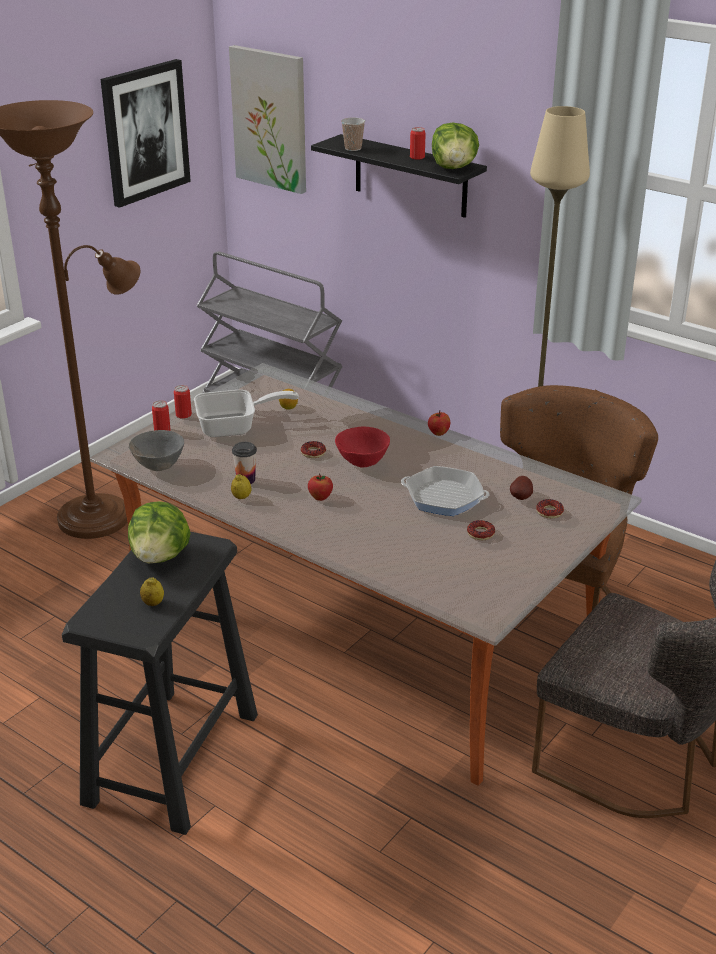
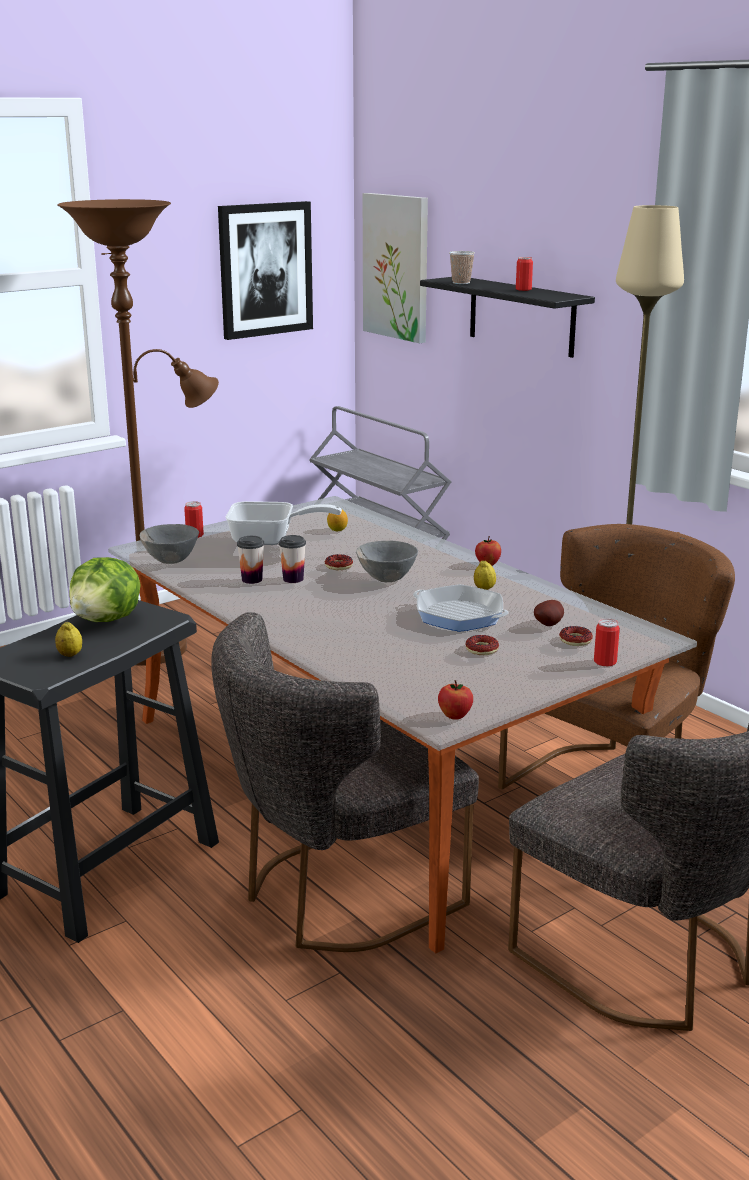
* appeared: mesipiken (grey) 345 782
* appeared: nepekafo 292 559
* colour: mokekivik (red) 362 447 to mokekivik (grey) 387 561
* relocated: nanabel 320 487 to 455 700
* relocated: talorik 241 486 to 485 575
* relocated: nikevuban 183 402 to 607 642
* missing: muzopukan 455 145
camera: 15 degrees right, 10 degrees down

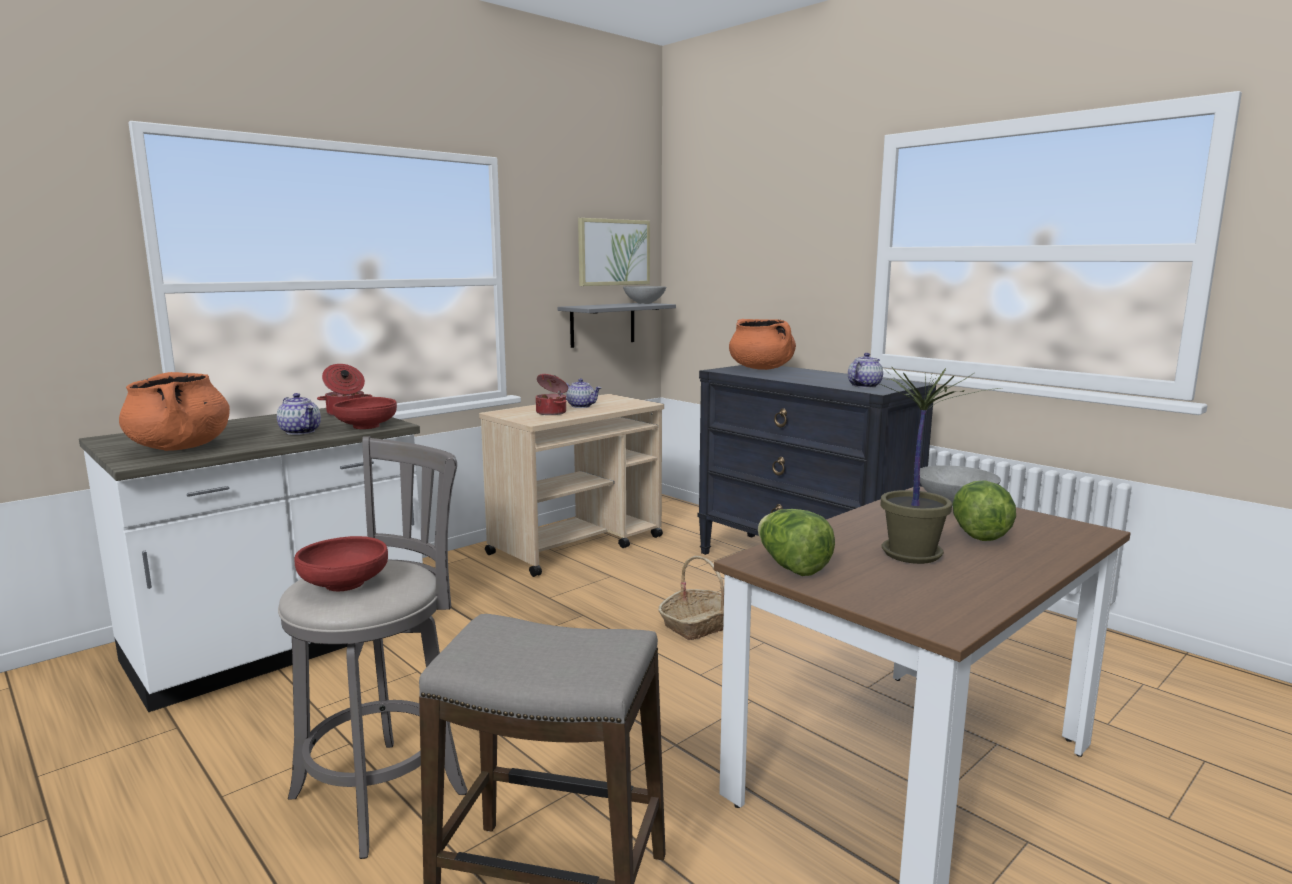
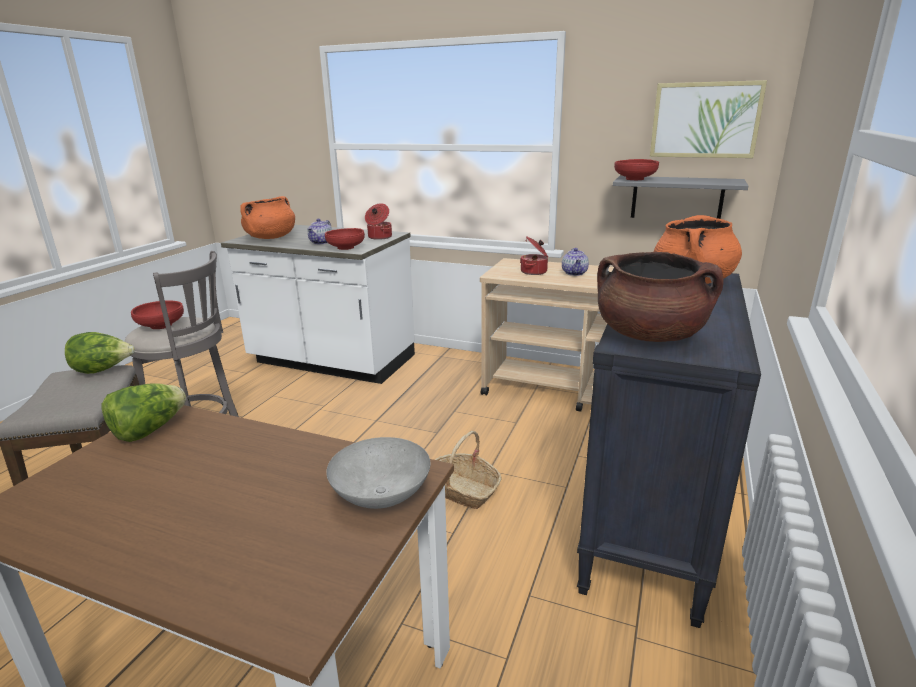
* relocated: muzopukan 984 510 to 100 353
* exchanged: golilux 865 370 to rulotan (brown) 660 297
* appeared: mokekivik (red) 636 169
* missing: mokekivik (grey) 644 295
* missing: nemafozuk 934 465
camera: 65 degrees right, 10 degrees up

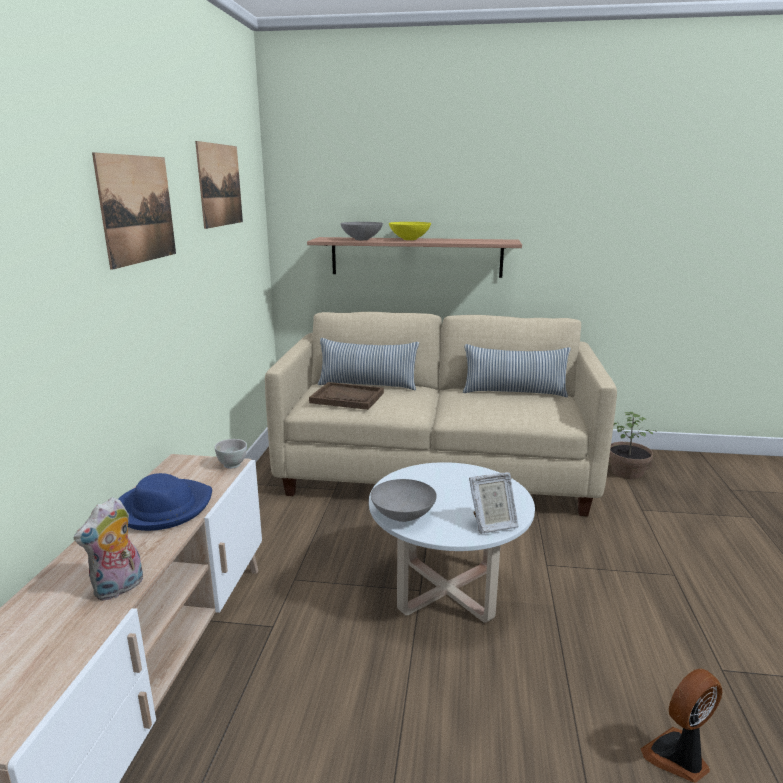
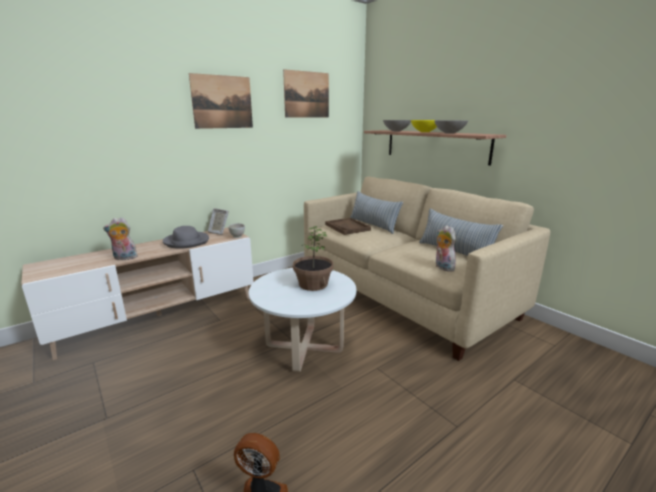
* colour: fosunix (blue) 165 502 to fosunix (grey) 186 237
* relocated: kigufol 493 503 to 218 221
* relocated: nemafozuk 633 445 to 313 258
* relocated: mokekivik (grey) 404 500 to 451 127
* appeared: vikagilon 446 248
camera: 45 degrees right, 0 degrees up

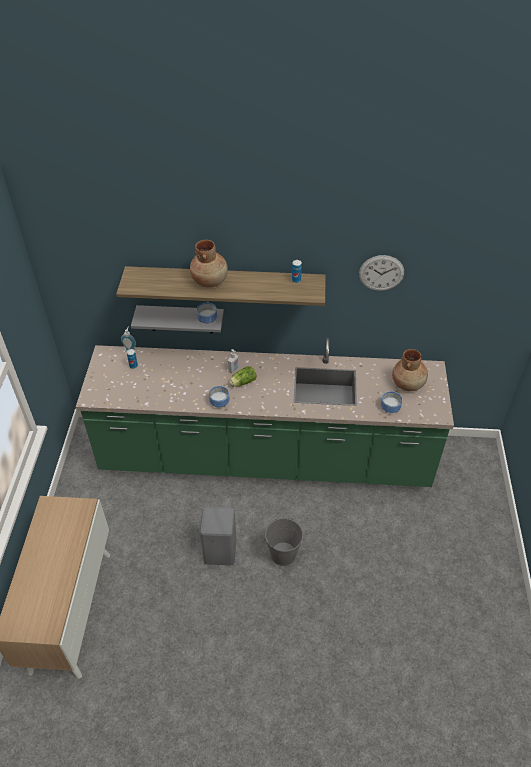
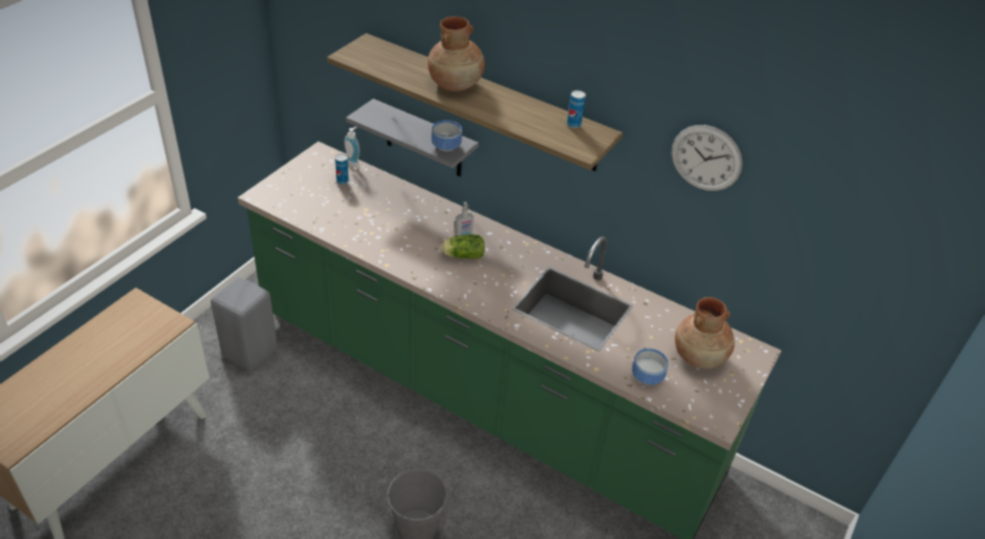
* relocated: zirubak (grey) 218 536 to 244 324
* missing: mokekivik 219 396
camera: 25 degrees right, 5 degrees down

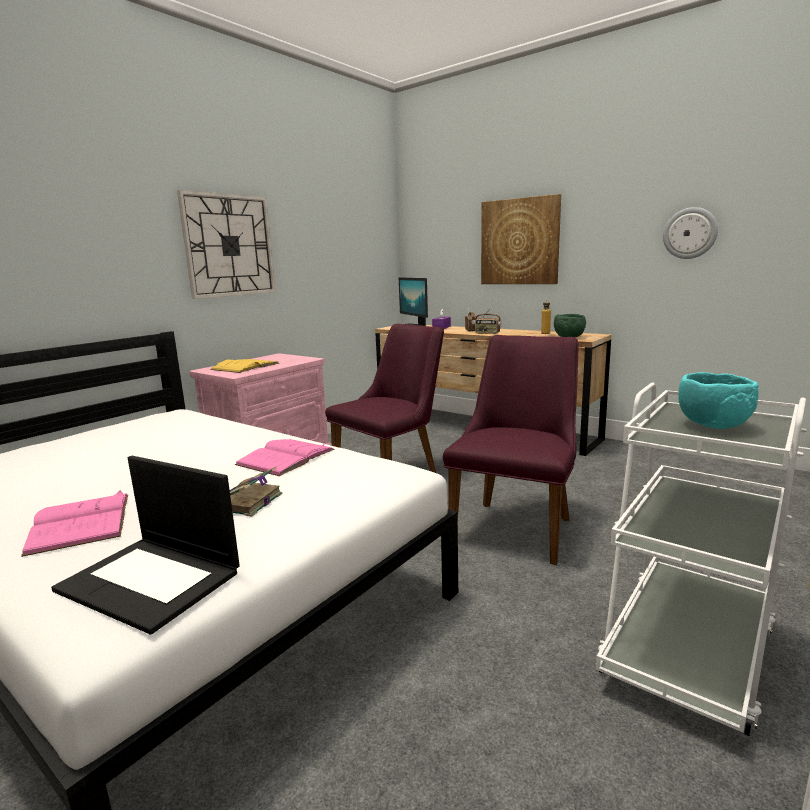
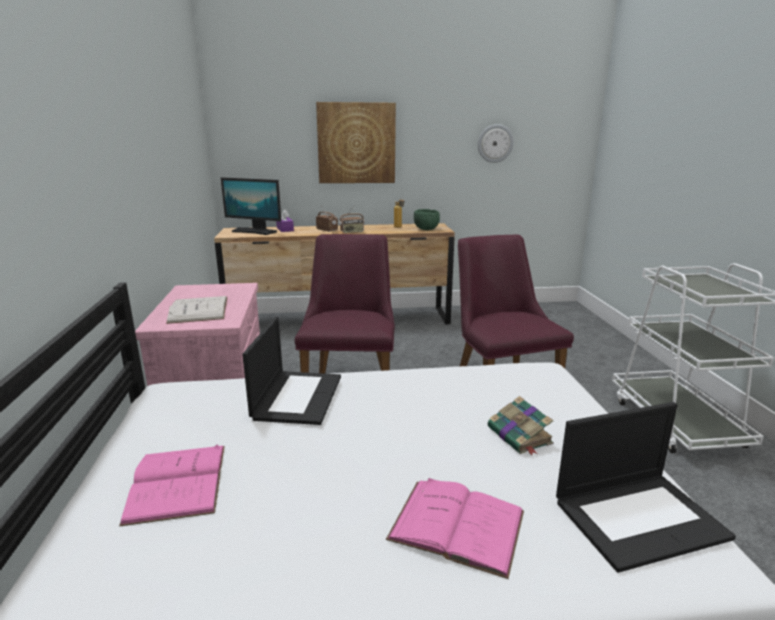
* relocated: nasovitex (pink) 285 457 to 172 485
* colour: nasovitex (yellow) 244 366 to nasovitex (white) 196 310
* appeared: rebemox 291 371
* missing: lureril 226 244
* missing: mokekivik (turquoise) 718 400
camera: 45 degrees left, 5 degrees up

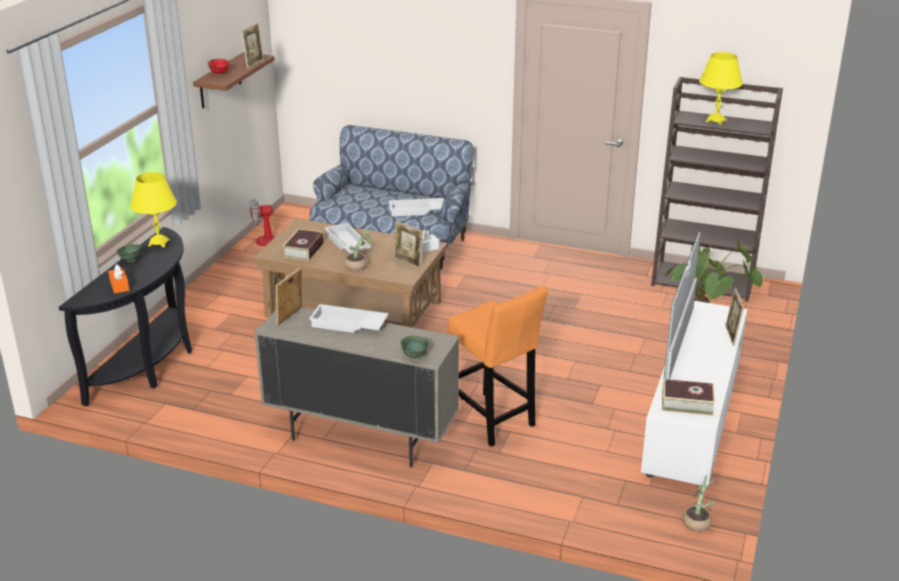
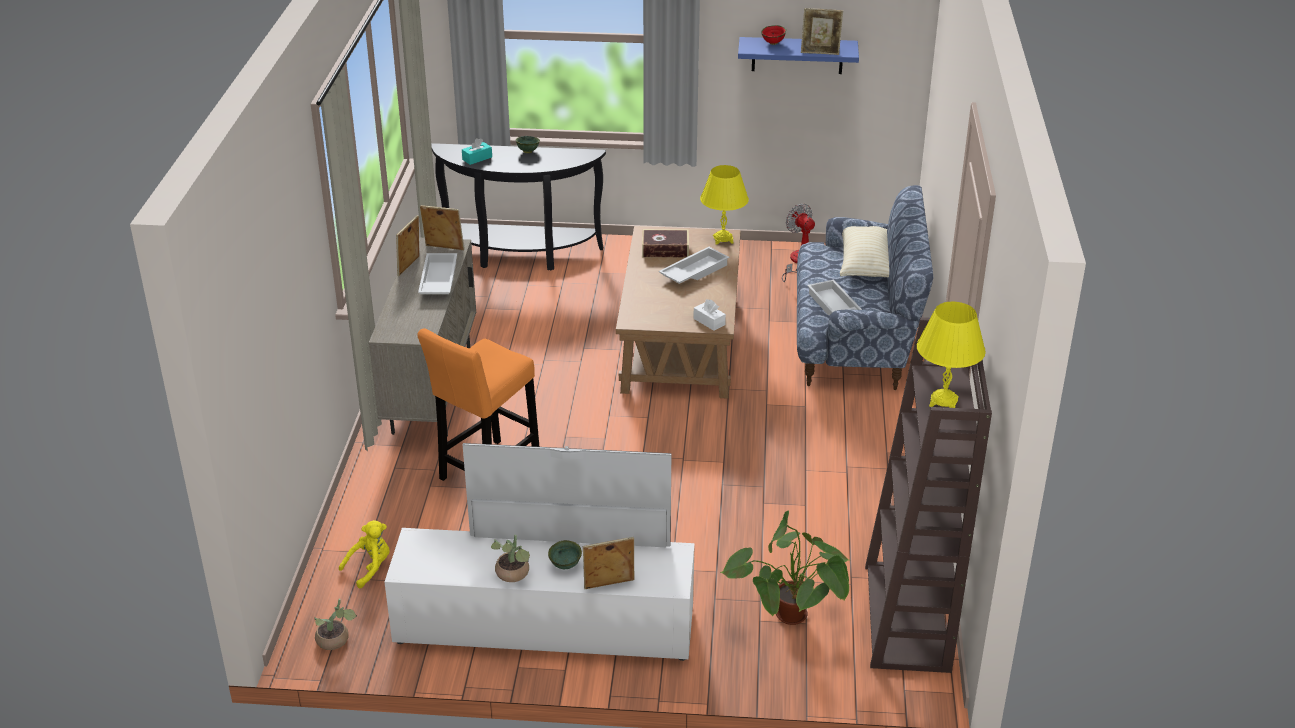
* appeared: vikagilon (yellow) 364 554
* relocated: kigufol 408 244 to 407 245
* colour: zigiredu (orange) 119 279 to zigiredu (turquoise) 477 151
* relocated: nemafozuk 358 249 to 510 558
* relocated: mokekivik (green) 414 347 to 565 554
* relocated: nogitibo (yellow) 153 209 to 724 204
* colour: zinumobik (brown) 234 80 to zinumobik (blue) 798 55
* appeared: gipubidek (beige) 864 252
* missing: nasovitex 688 397
camera: 75 degrees right, 5 degrees up

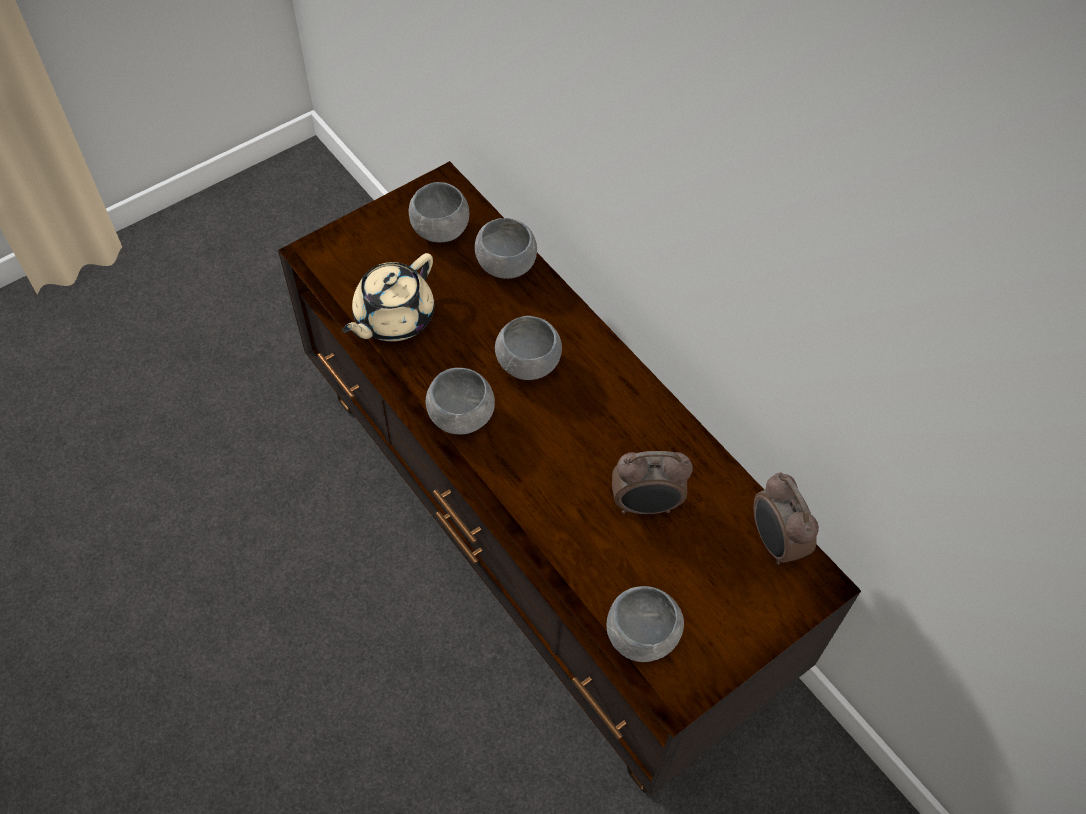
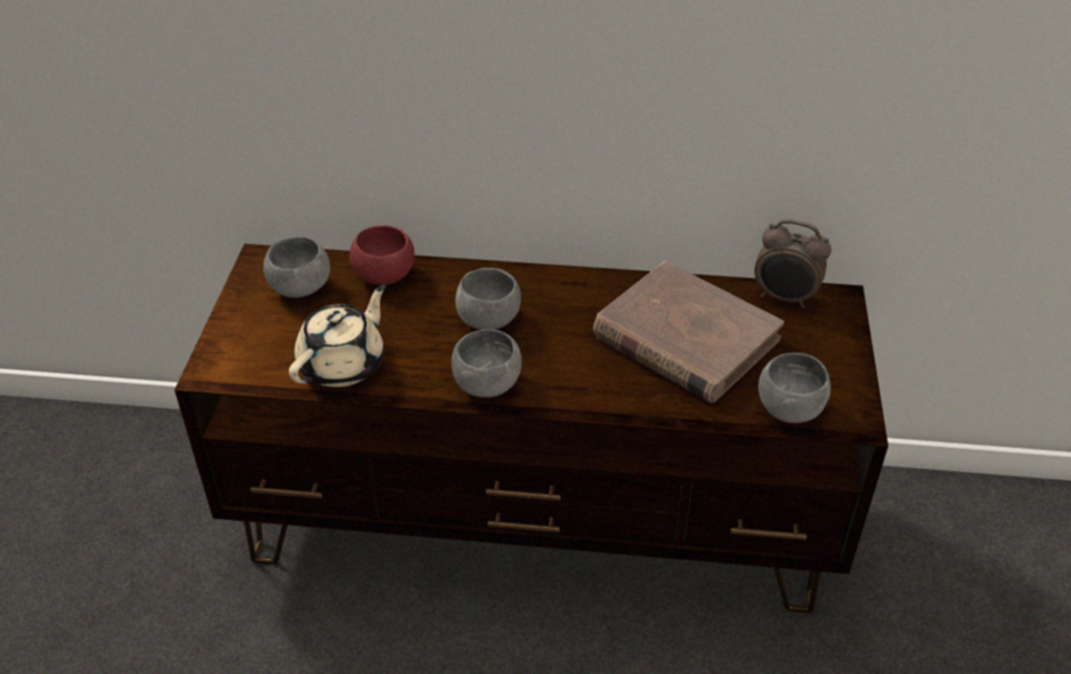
* spun: golilux (beige) 388 297 = 337 336 135 degrees counterclockwise
* colour: mokekivik (grey) 506 248 to mokekivik (red) 382 255
* exchanged: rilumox 652 482 to nasovitex (brown) 688 332
camera: 45 degrees left, 15 degrees down

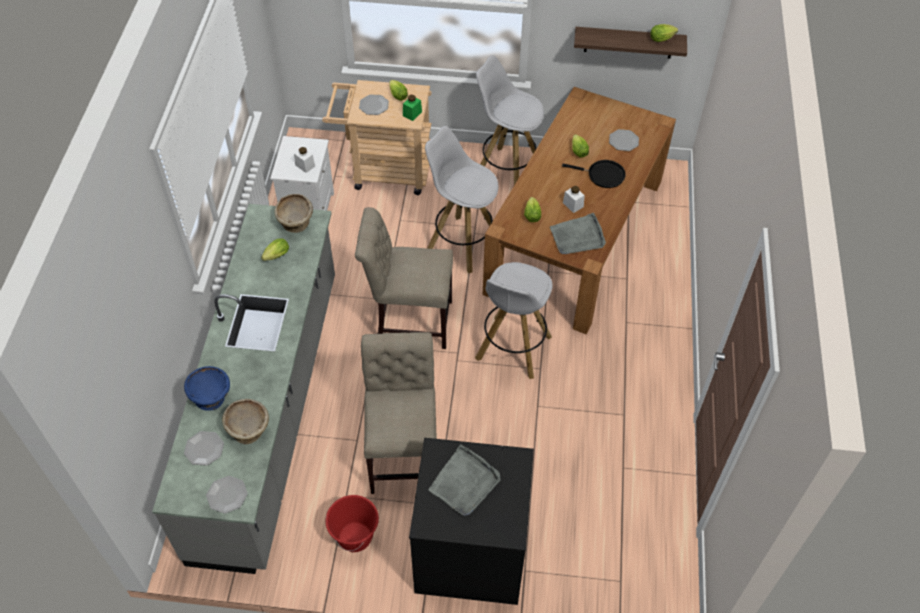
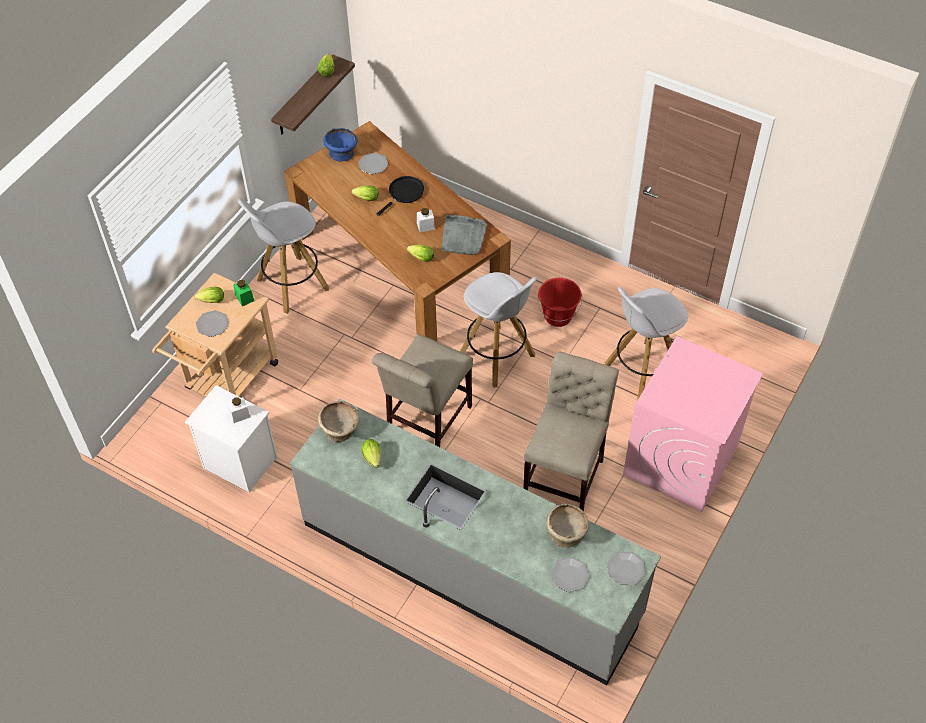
* relocated: mokekivik (blue) 207 388 to 340 145
* spun: mesipiken (beige) 399 413 = 571 432 90 degrees clockwise
* relocated: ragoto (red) 352 523 to 560 302
* relocated: zirubak (white) 461 200 to 646 343
* colour: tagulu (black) 471 521 to tagulu (pink) 693 424
* missing: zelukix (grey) 464 480
camera: 65 degrees left, 0 degrees up

